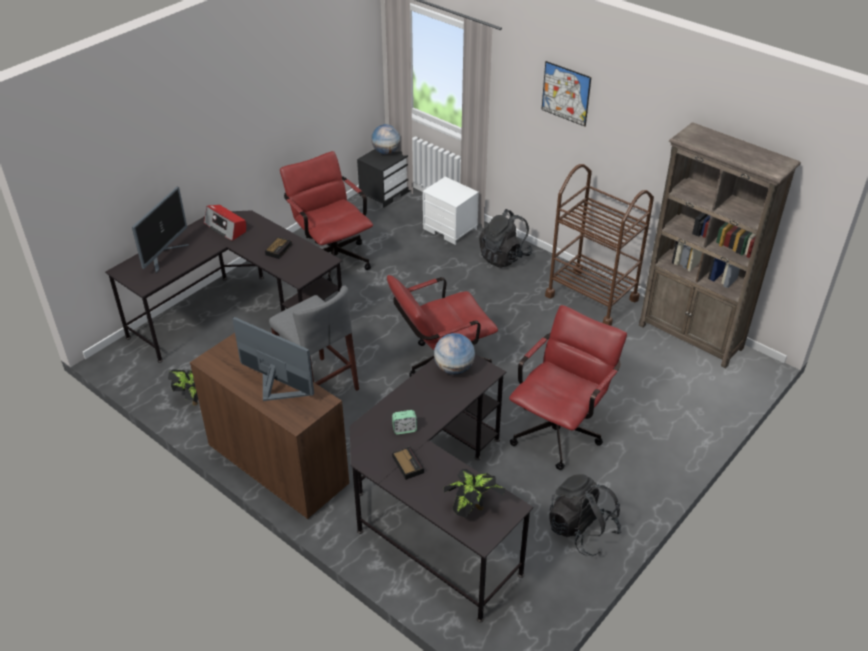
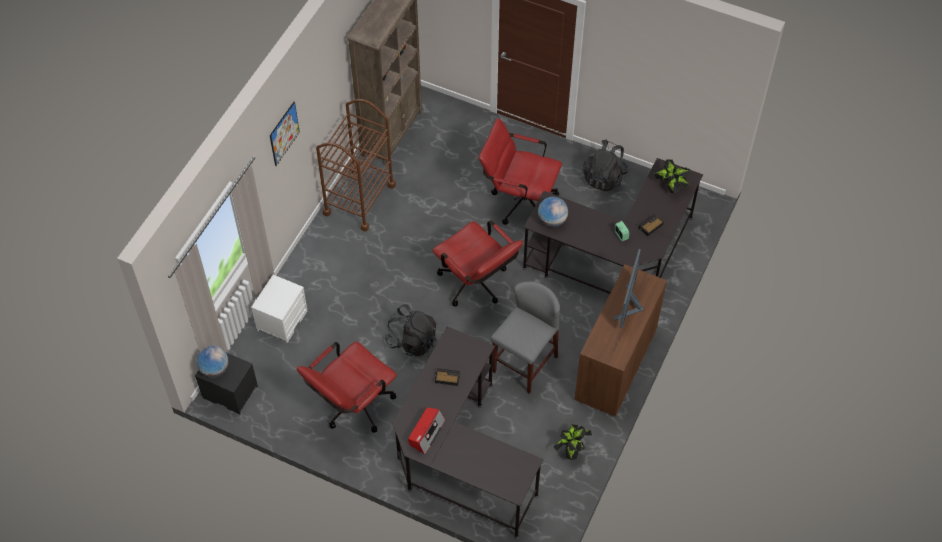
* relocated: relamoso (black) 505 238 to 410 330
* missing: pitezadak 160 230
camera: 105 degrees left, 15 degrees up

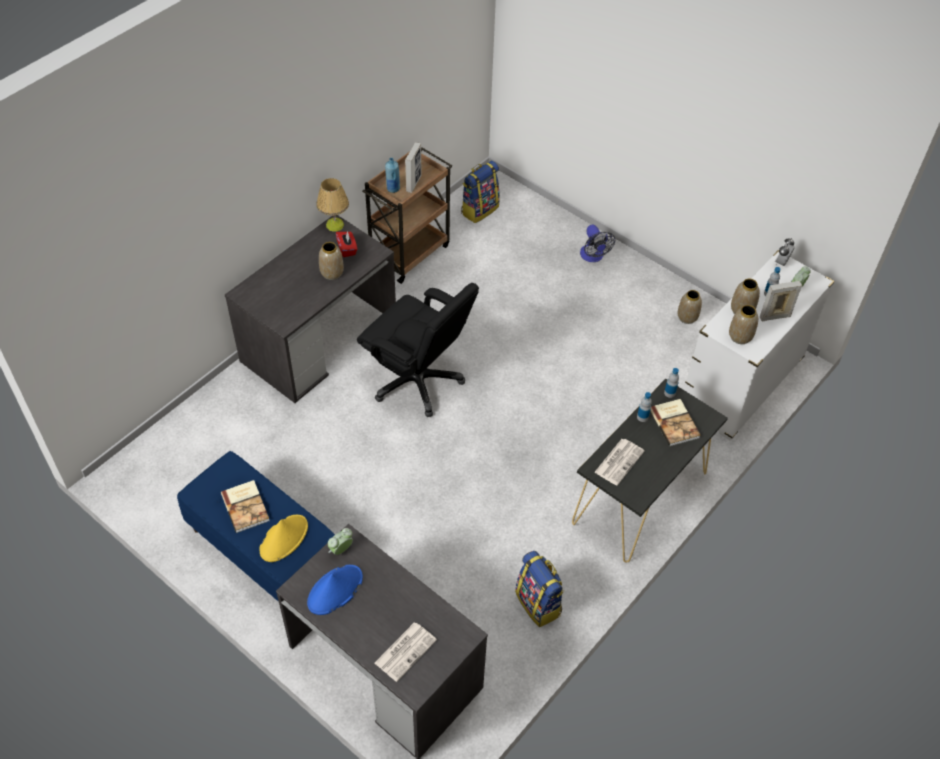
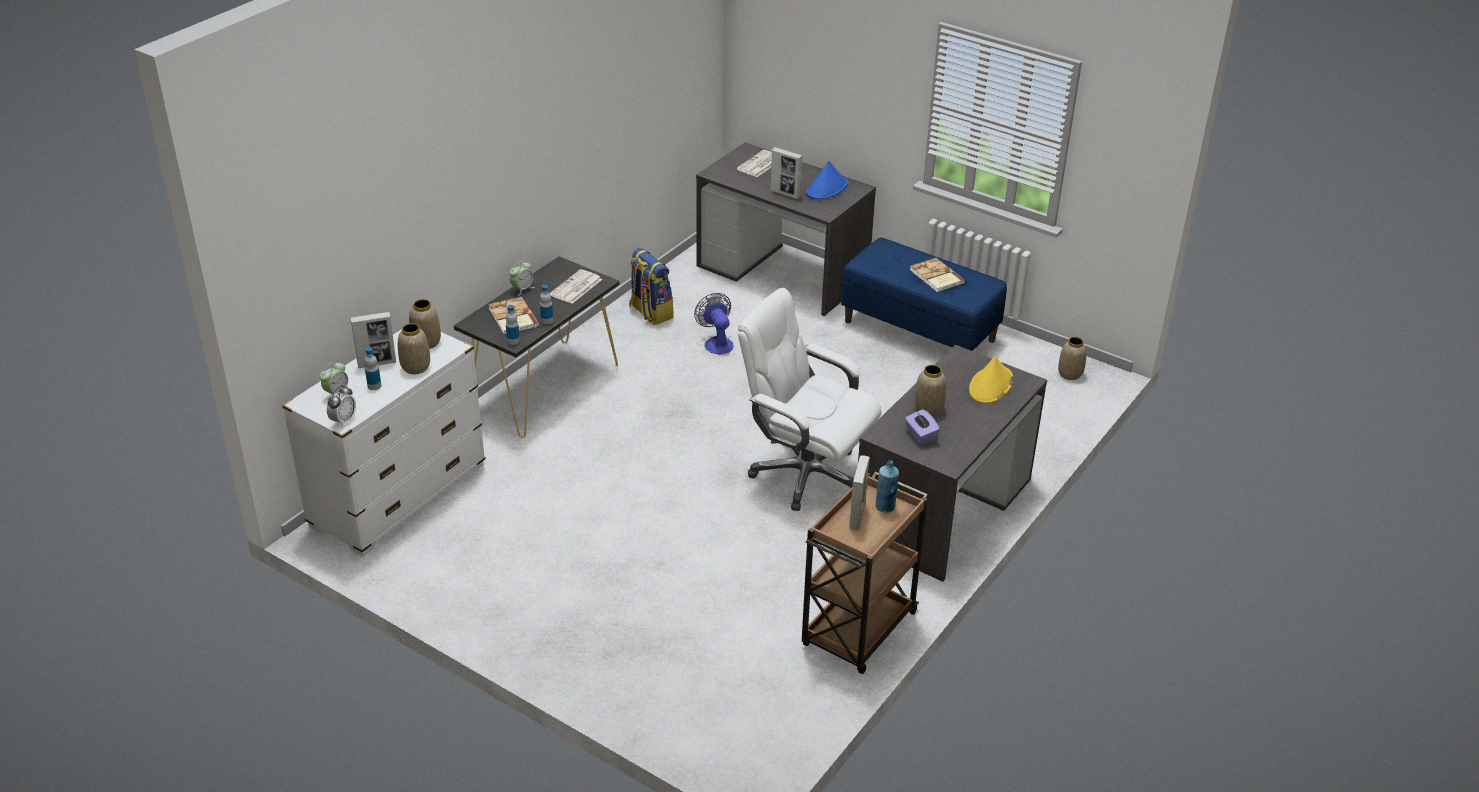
* relocated: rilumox 340 541 to 522 278
* relocated: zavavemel 597 243 to 713 323
* colour: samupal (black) 418 350 to samupal (white) 810 399
* appeared: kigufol 787 173
* colour: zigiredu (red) 346 244 to zigiredu (purple) 922 427
* relocated: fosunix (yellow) 283 538 to 991 380
* relocated: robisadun 690 307 to 1072 358
* missing: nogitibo 332 204
* missing: relamoso 480 192
camera: 175 degrees right, 15 degrees down

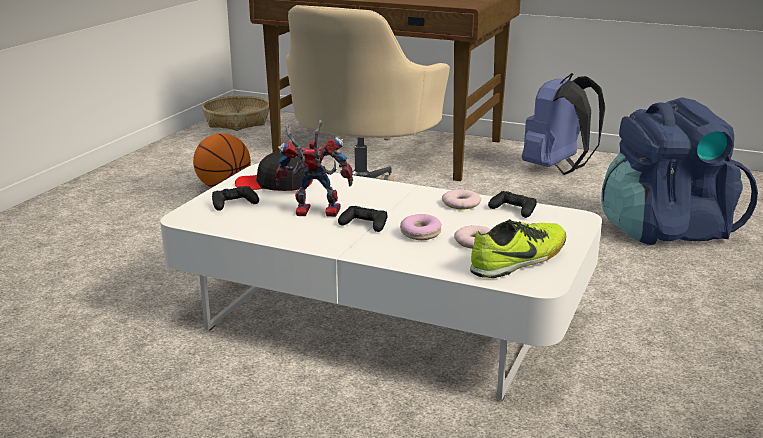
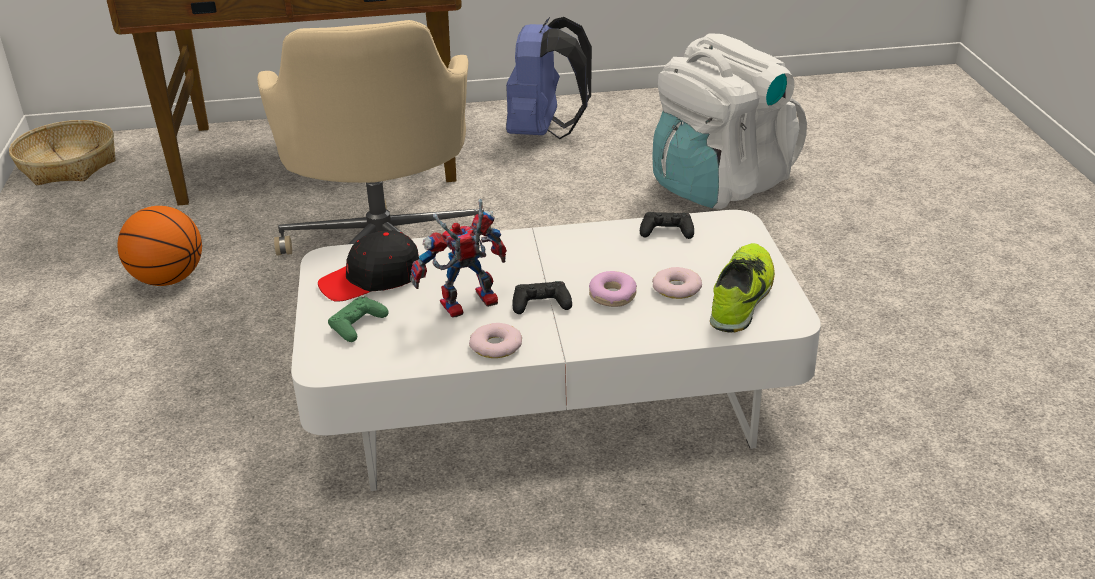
* colour: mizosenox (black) 235 198 to mizosenox (green) 358 319
* relocated: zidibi 461 199 to 495 340
* colour: relamoso (blue) 679 171 to relamoso (white) 730 121
camera: 30 degrees left, 10 degrees up

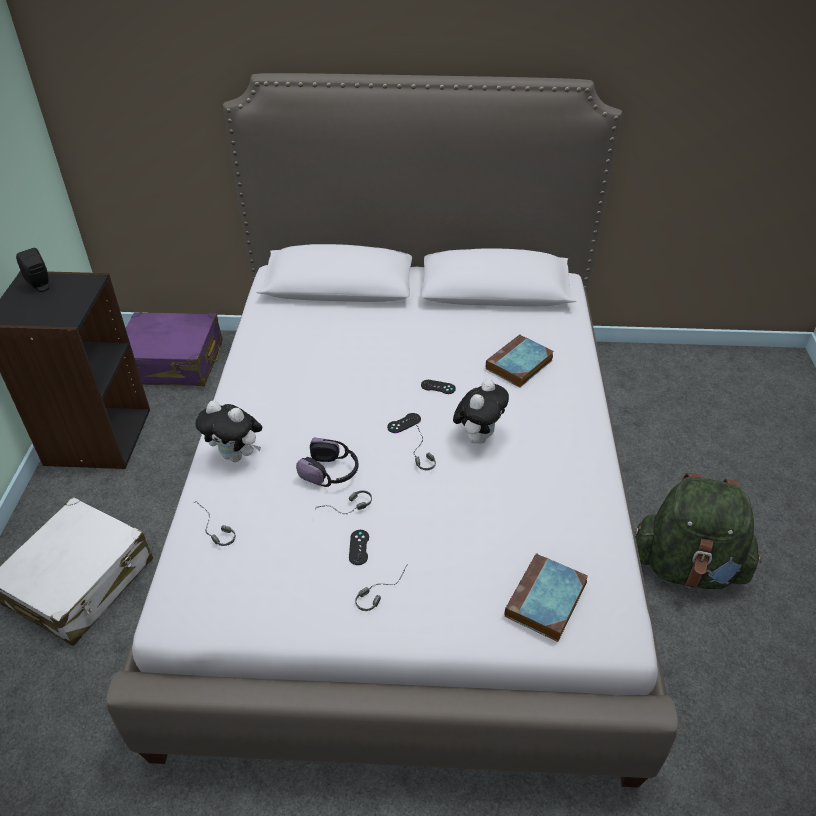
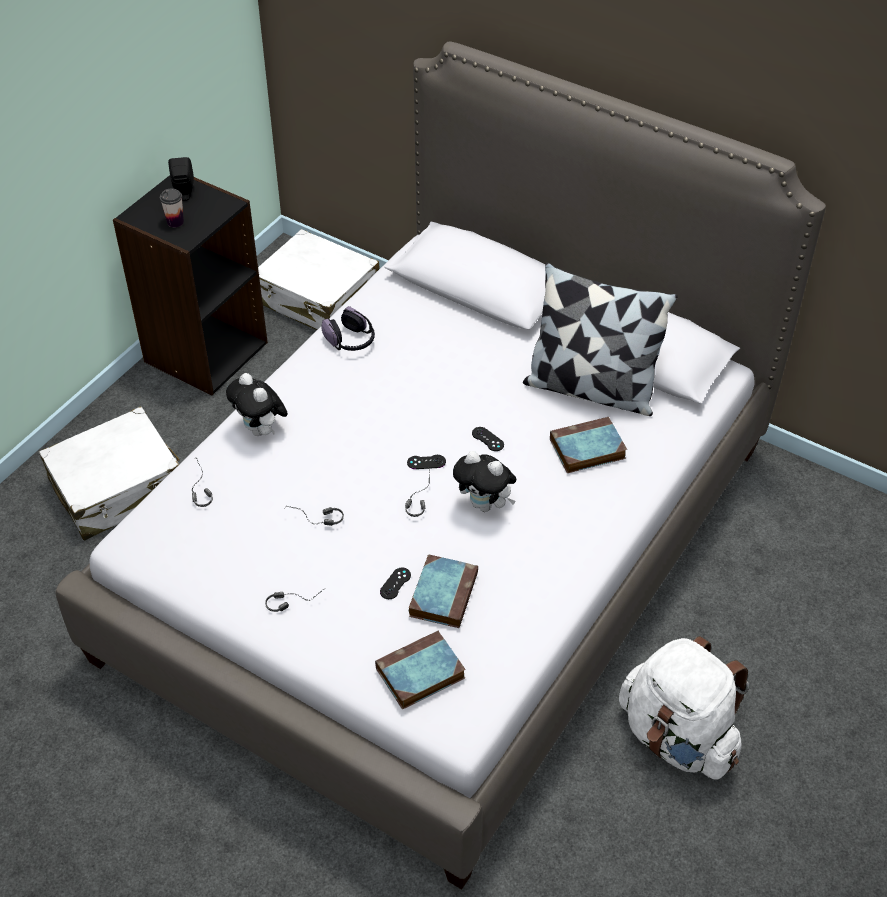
* appeared: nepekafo 172 208
* colour: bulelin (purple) 174 349 to bulelin (white) 319 279
* relocated: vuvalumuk 327 462 to 348 328
* relocated: mizosenox (black) 359 547 to 395 583
* appeared: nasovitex 443 591
* spun: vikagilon 481 411 = 484 481 60 degrees clockwise
* appeared: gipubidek 600 339
* colour: relamoso (green) 698 531 to relamoso (white) 684 708
camera: 30 degrees right, 5 degrees up

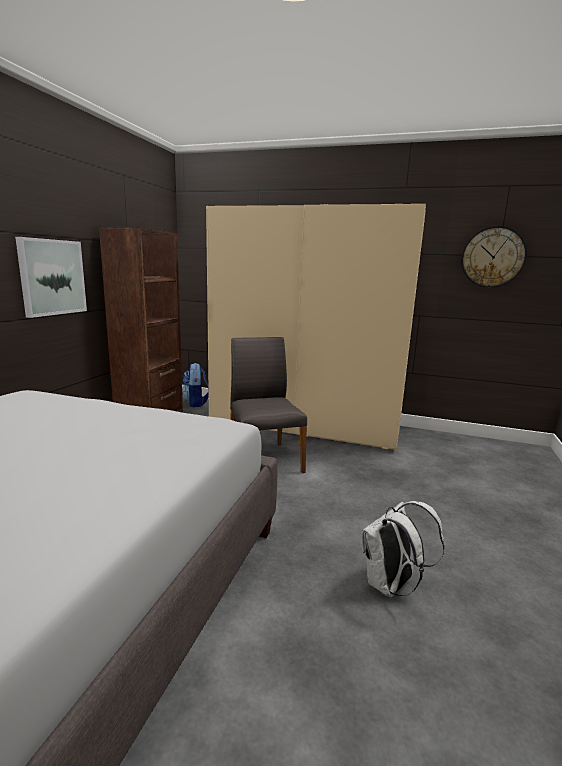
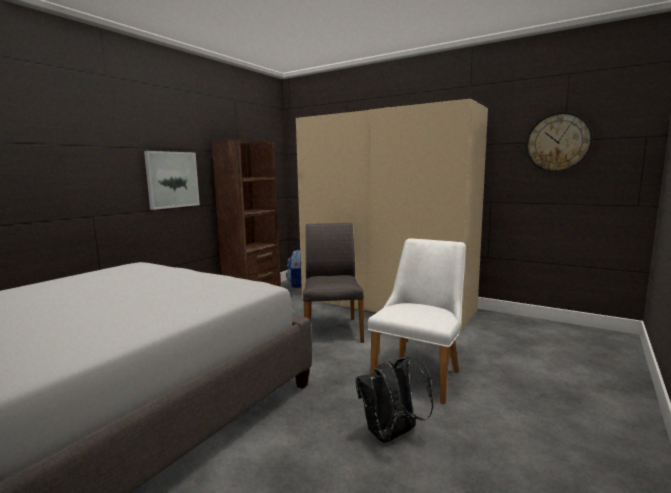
* colour: relamoso (white) 403 549 to relamoso (black) 394 399
* appeared: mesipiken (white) 417 321
camera: 15 degrees right, 5 degrees down

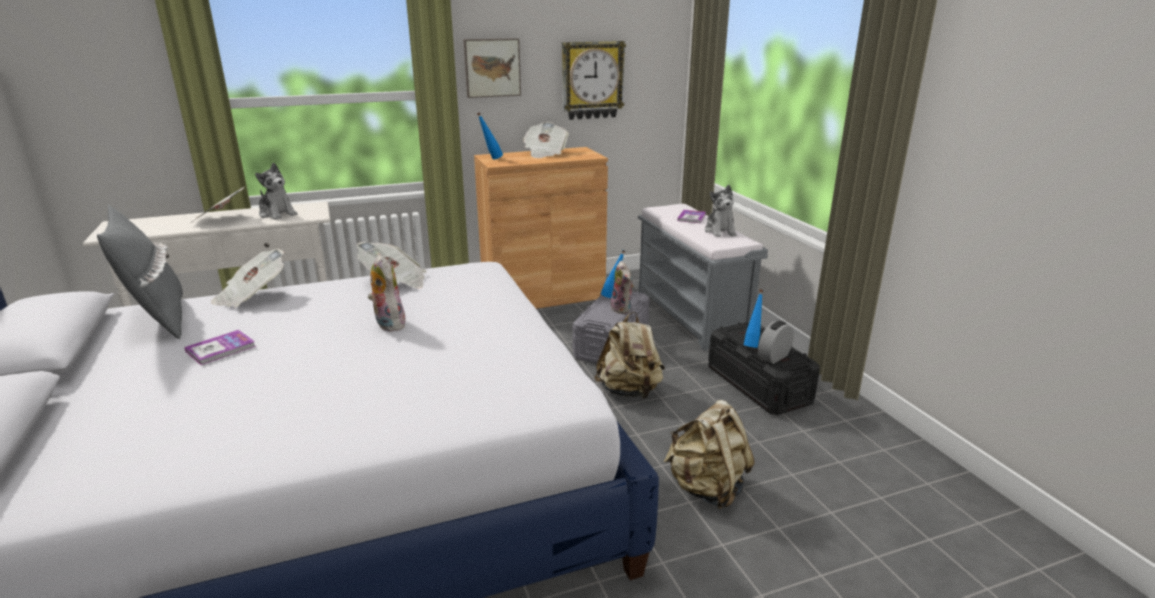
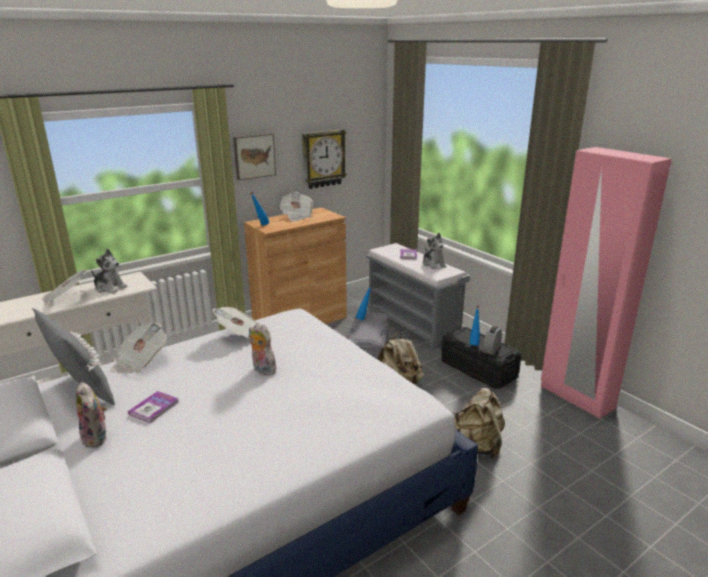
* relocated: vikagilon 622 287 to 91 415
* appeared: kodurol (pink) 606 283
camera: 15 degrees left, 0 degrees up

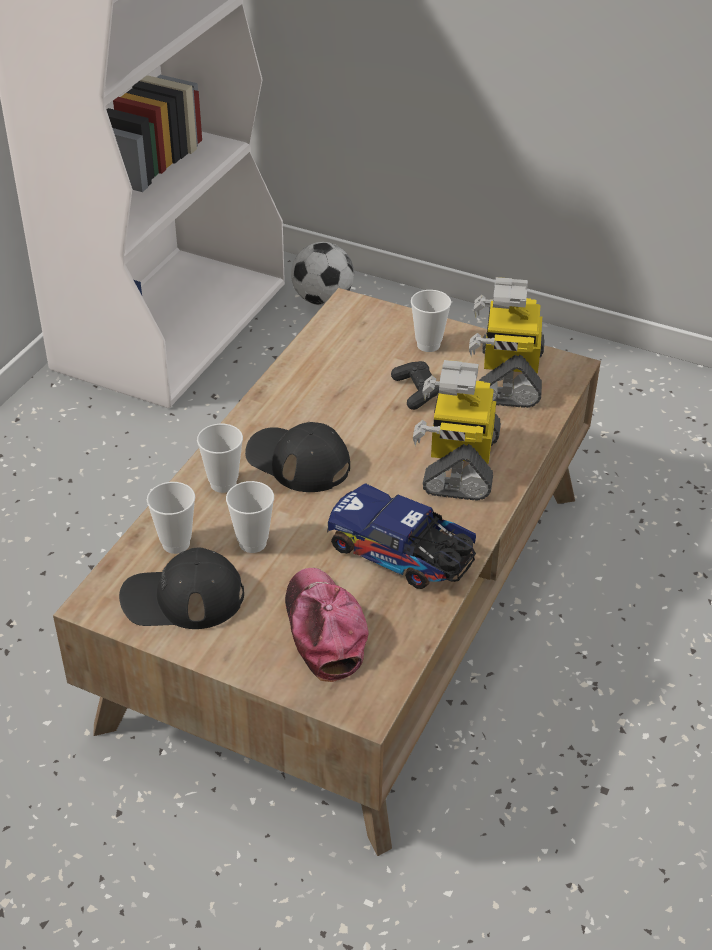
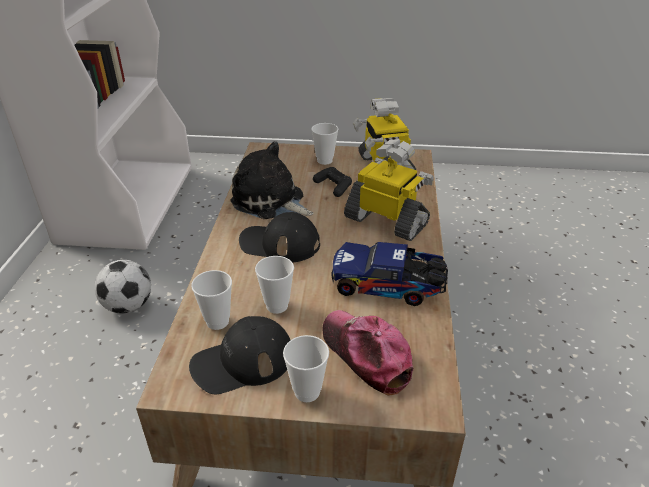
* relocated: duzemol 322 274 to 122 287
* appeared: vikagilon 272 180
* relocated: nepekafo 220 458 to 306 368
* spun: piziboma 457 430 = 389 190 135 degrees clockwise
camera: 20 degrees left, 5 degrees down

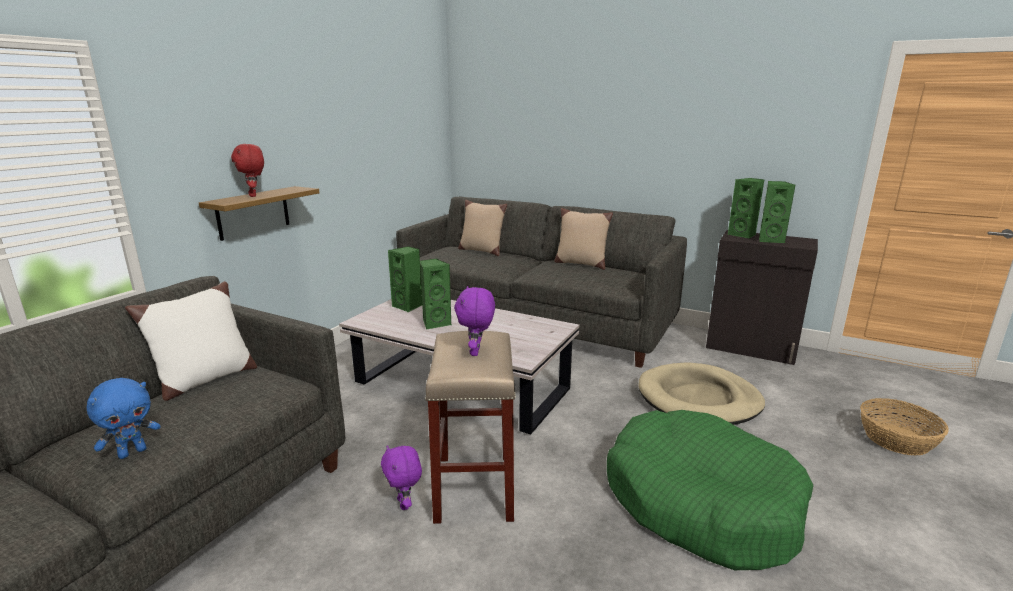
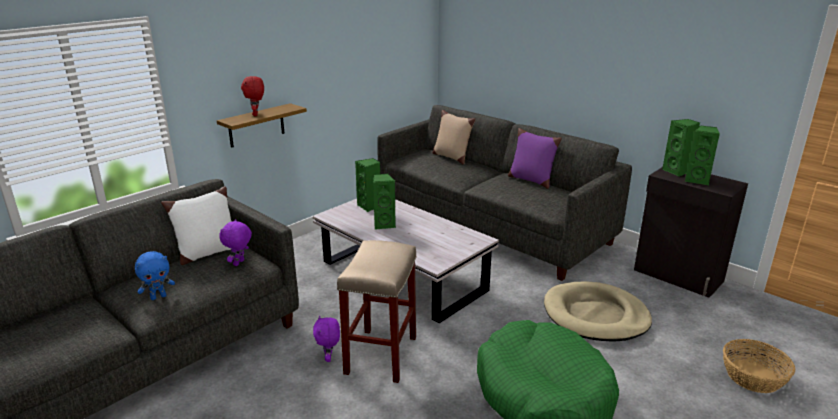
* relocated: vikagilon (purple) 474 321 to 235 242
* colour: gipubidek (beige) 583 239 to gipubidek (purple) 534 158
camera: 15 degrees right, 5 degrees up

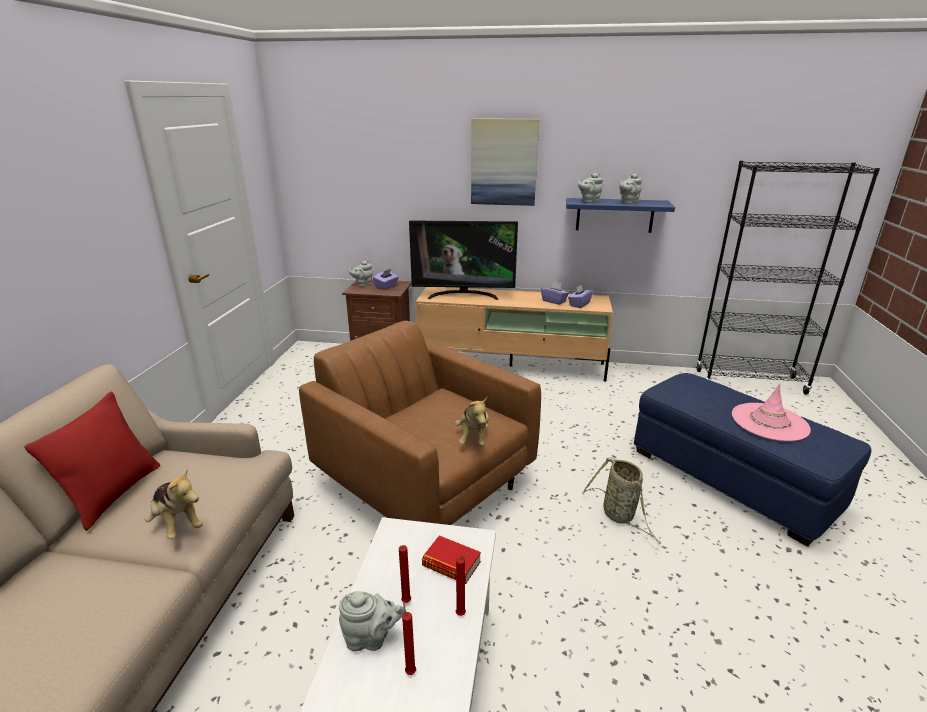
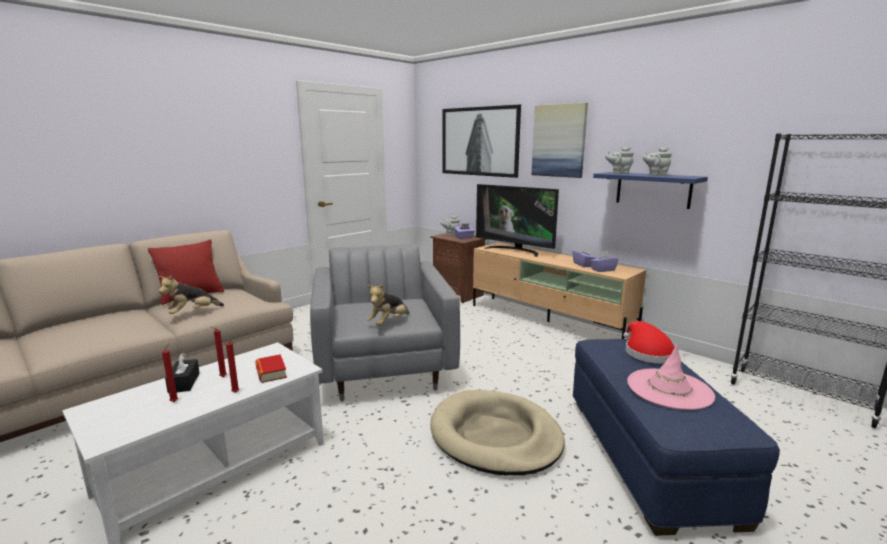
* spun: vikagilon 174 504 = 191 295 60 degrees clockwise
* exchanged: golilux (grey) 372 621 to zigiredu (black) 182 373
* colour: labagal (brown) 420 423 to labagal (grey) 385 322
* exchanged: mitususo 621 501 to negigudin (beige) 497 432
* appeared: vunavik 481 141
* appeared: fosunix (red) 649 342
camera: 35 degrees right, 10 degrees down

